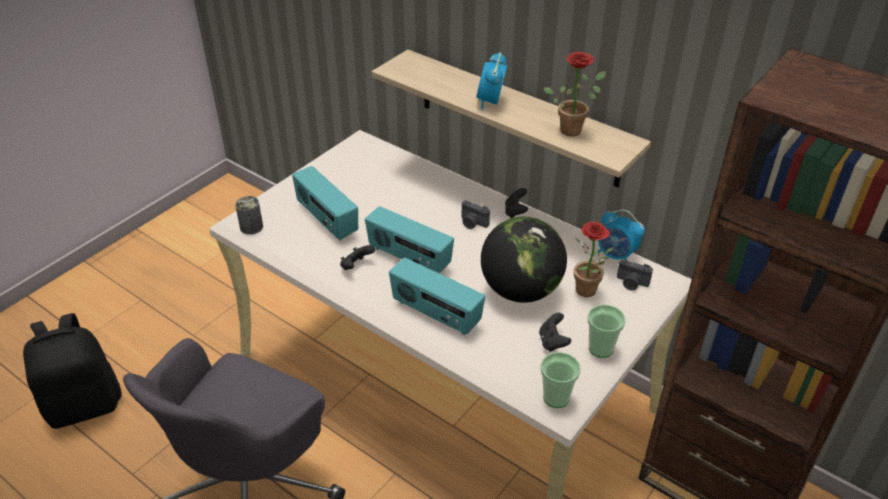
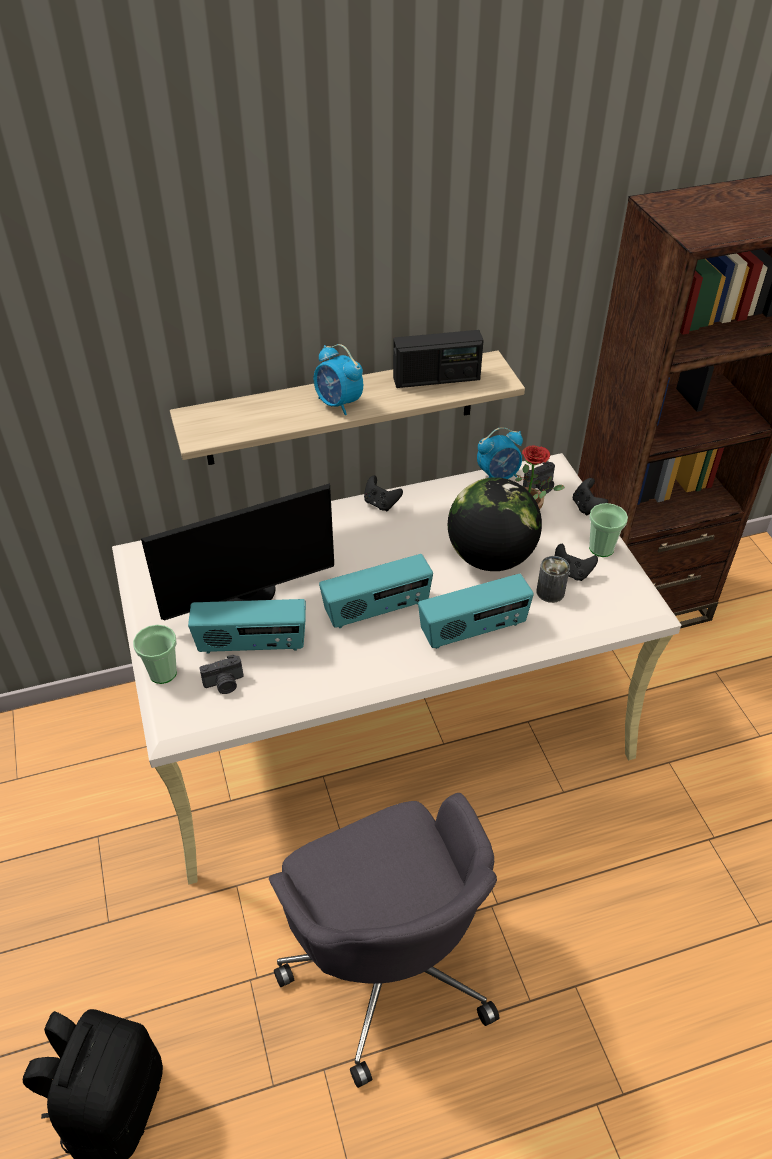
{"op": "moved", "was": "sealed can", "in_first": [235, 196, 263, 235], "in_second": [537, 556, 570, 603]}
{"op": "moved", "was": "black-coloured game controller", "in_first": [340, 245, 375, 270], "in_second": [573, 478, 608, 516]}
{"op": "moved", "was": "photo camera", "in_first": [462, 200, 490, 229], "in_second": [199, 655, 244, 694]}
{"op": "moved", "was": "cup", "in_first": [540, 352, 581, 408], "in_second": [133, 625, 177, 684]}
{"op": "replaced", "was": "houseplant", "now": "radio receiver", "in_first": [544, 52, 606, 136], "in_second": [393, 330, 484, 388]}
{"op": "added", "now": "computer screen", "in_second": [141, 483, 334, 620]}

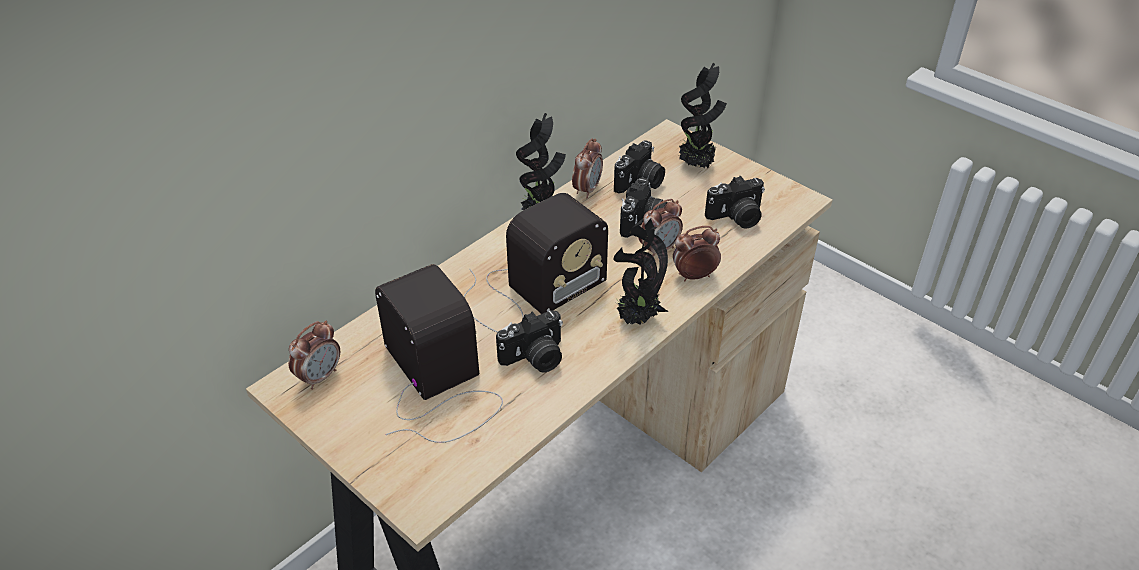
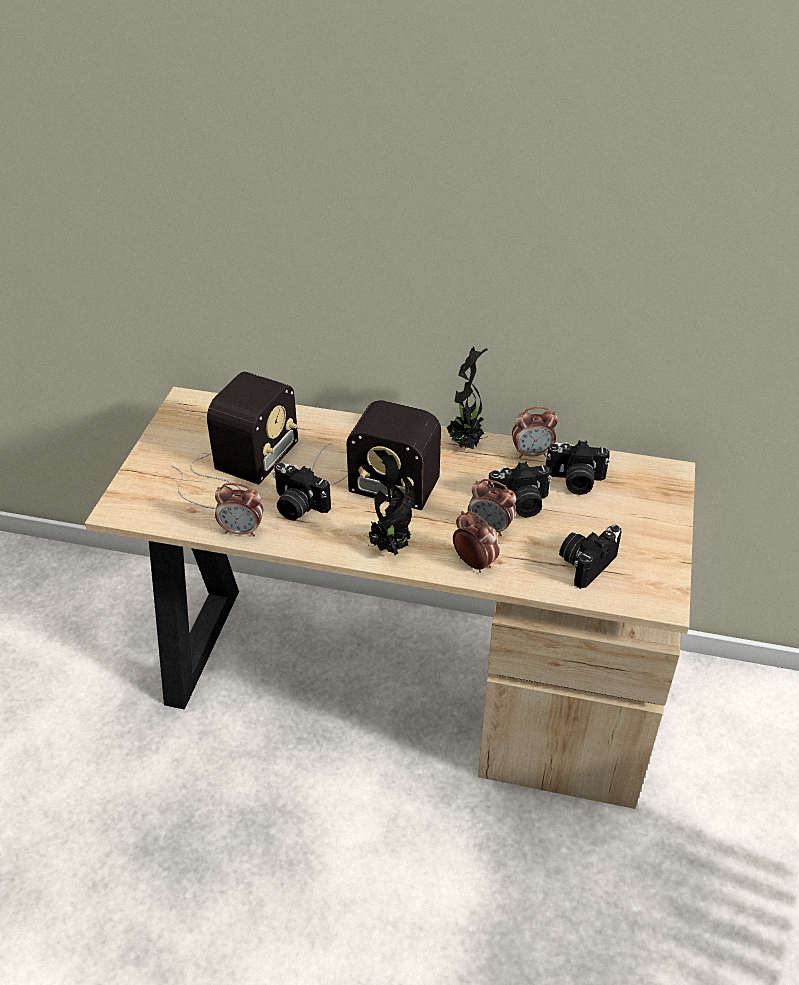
{"op": "moved", "was": "table clock", "in_first": [288, 321, 340, 390], "in_second": [215, 483, 263, 537]}
{"op": "removed", "was": "houseplant", "in_first": [679, 63, 727, 168]}
{"op": "turned", "was": "photo camera", "in_first": [705, 176, 765, 229], "in_second": [559, 525, 622, 589], "clockwise": 90}

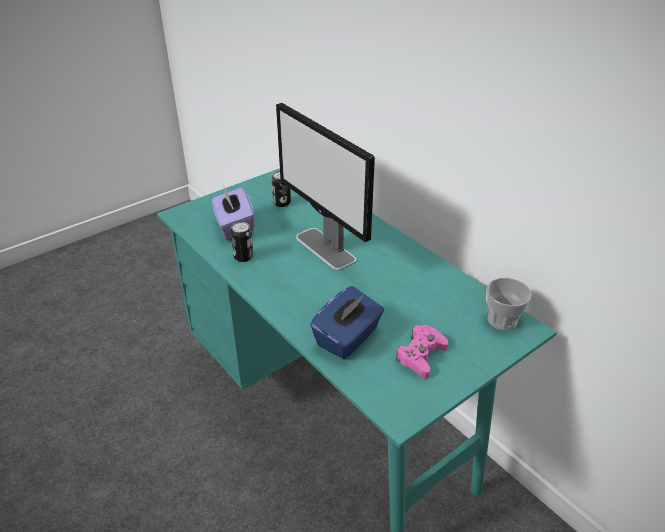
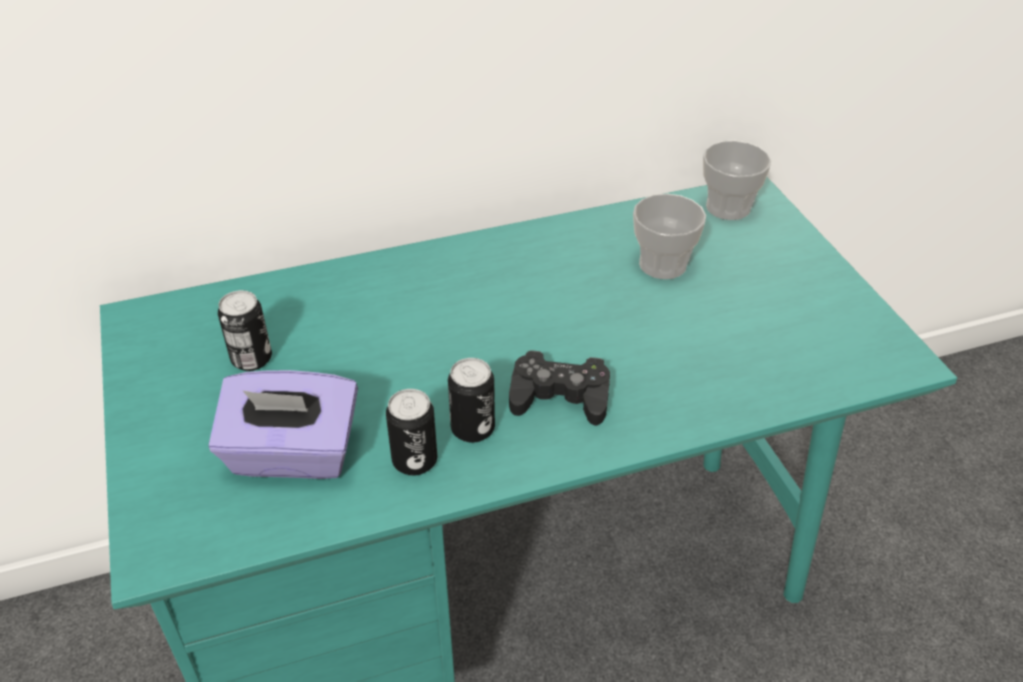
{"op": "removed", "was": "computer screen", "in_first": [276, 103, 375, 270]}
{"op": "removed", "was": "blue tissue box", "in_first": [310, 286, 384, 359]}
{"op": "removed", "was": "pink-coloured game controller", "in_first": [396, 325, 448, 379]}
{"op": "added", "now": "sealed can", "in_second": [448, 358, 495, 443]}
{"op": "added", "now": "black-coloured game controller", "in_second": [509, 350, 610, 426]}
{"op": "added", "now": "cup", "in_second": [633, 194, 706, 279]}

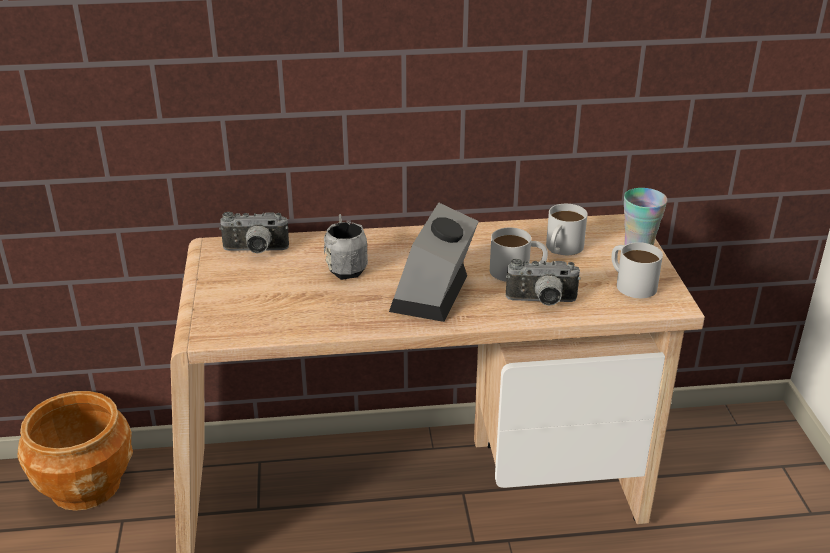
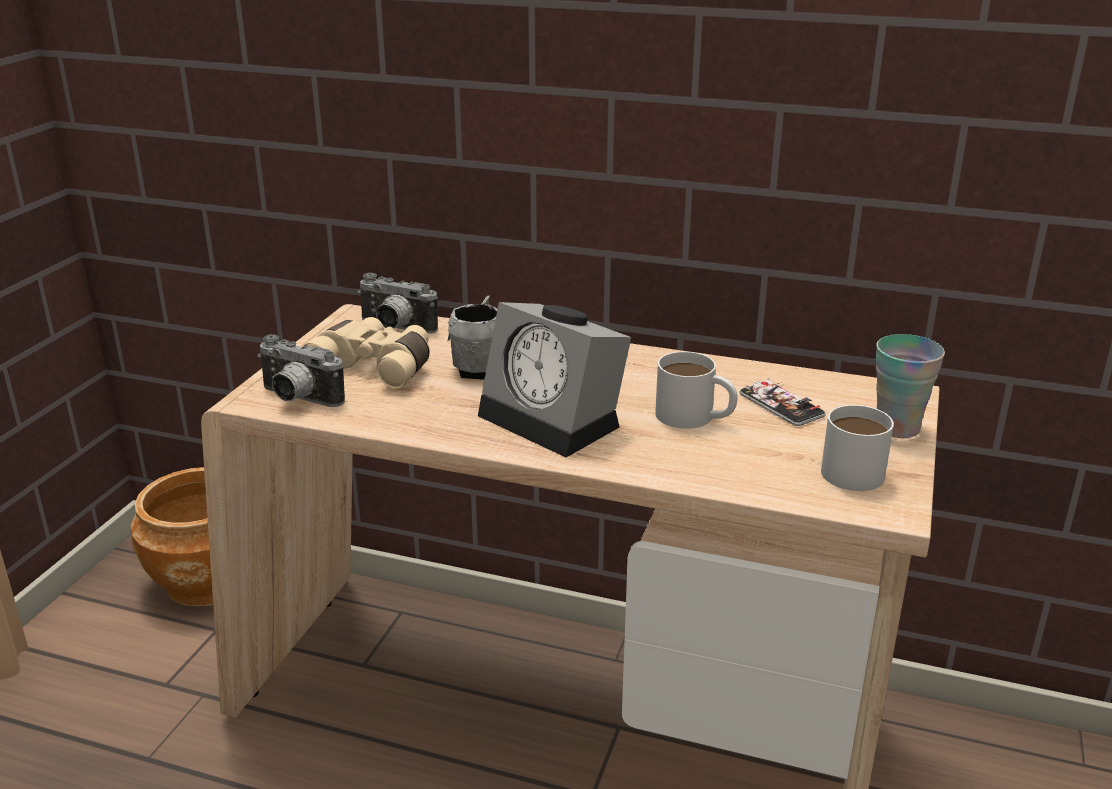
{"op": "turned", "was": "table clock", "in_first": [389, 202, 479, 322], "in_second": [478, 302, 631, 457], "clockwise": -90}
{"op": "moved", "was": "photo camera", "in_first": [506, 259, 581, 306], "in_second": [257, 334, 345, 407]}
{"op": "replaced", "was": "white mug", "now": "handset", "in_first": [546, 204, 587, 255], "in_second": [739, 378, 826, 426]}
{"op": "added", "now": "sand-coloured pair of binoculars", "in_second": [303, 317, 430, 388]}

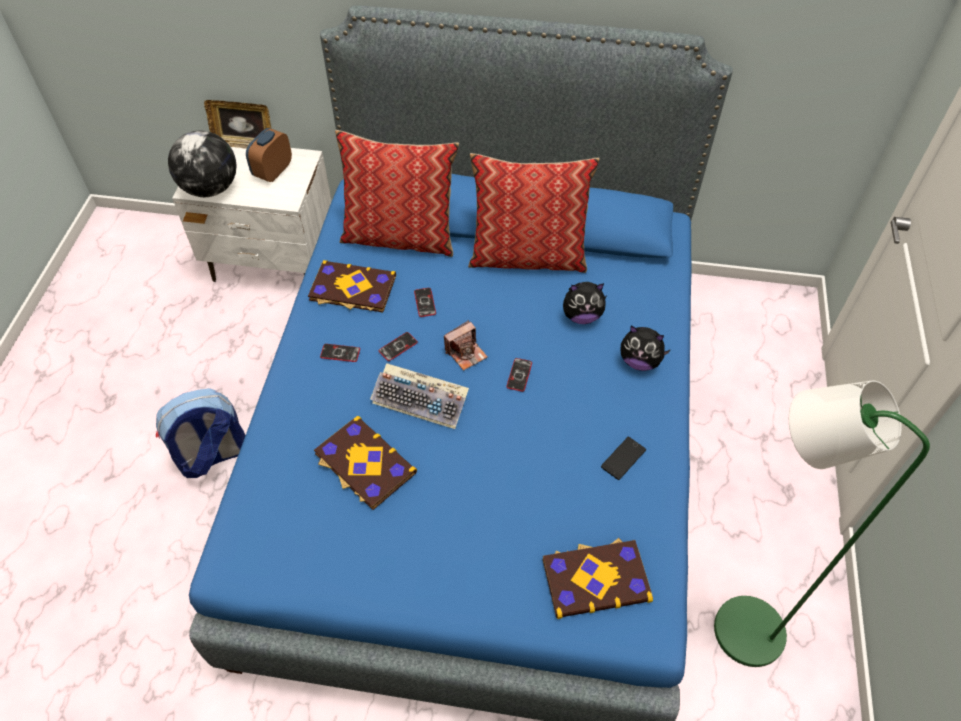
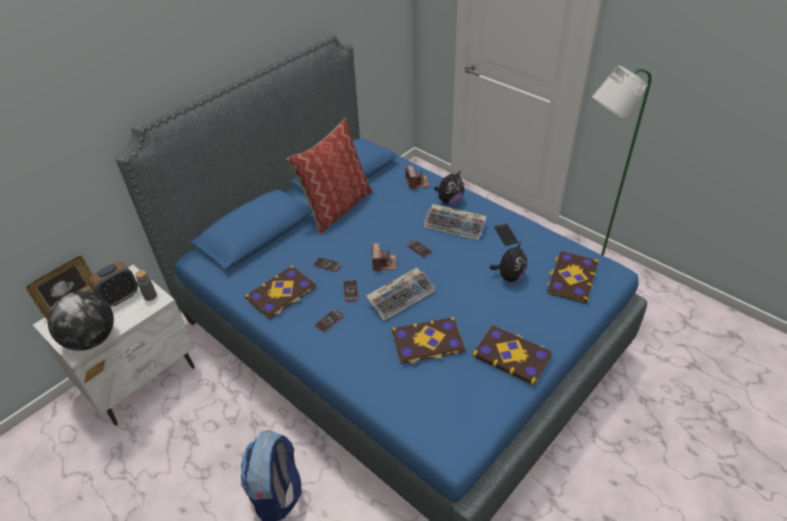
{"op": "turned", "was": "table clock", "in_first": [246, 128, 292, 182], "in_second": [89, 262, 138, 307], "clockwise": -105}
{"op": "removed", "was": "throw pillow", "in_first": [335, 130, 459, 257]}
{"op": "moved", "was": "plush toy", "in_first": [563, 282, 606, 324], "in_second": [490, 242, 527, 282]}
{"op": "added", "now": "gray drink bottle", "in_second": [135, 270, 157, 301]}
{"op": "added", "now": "photo camera", "in_second": [405, 165, 429, 190]}
{"op": "added", "now": "computer keyboard", "in_second": [423, 204, 487, 240]}
{"op": "added", "now": "book", "in_second": [472, 325, 552, 386]}

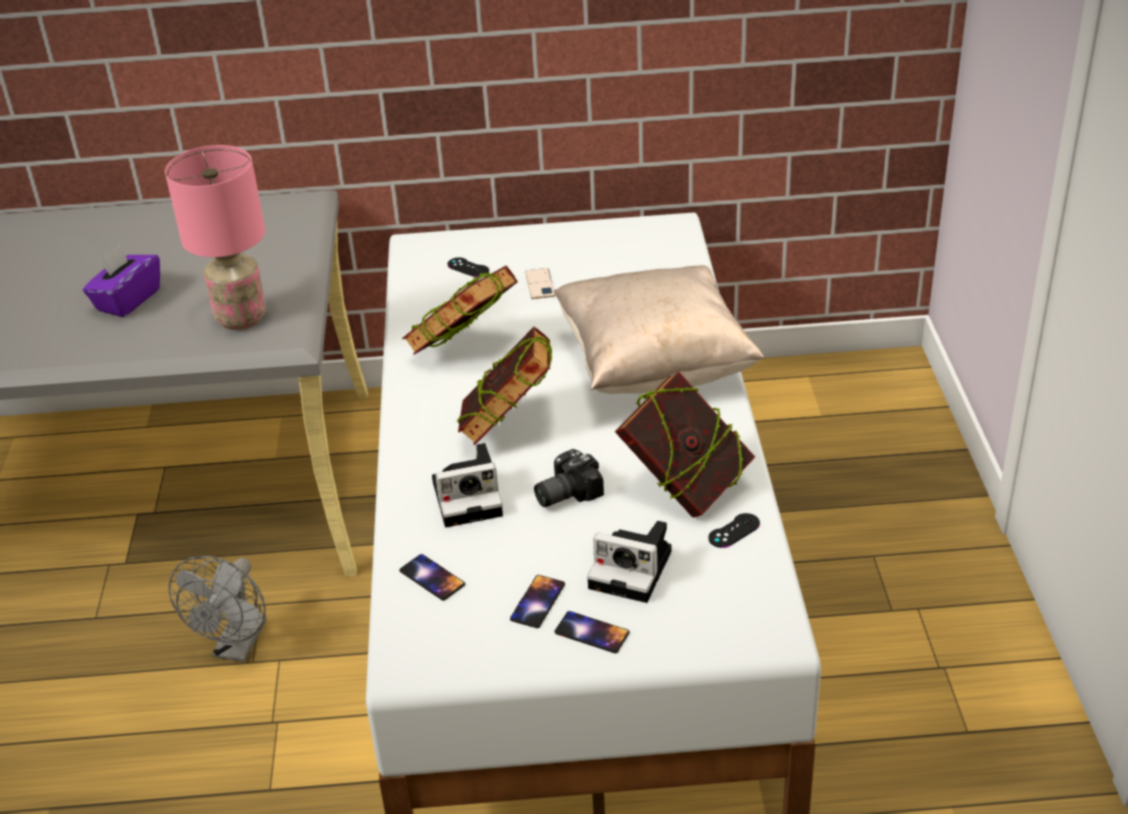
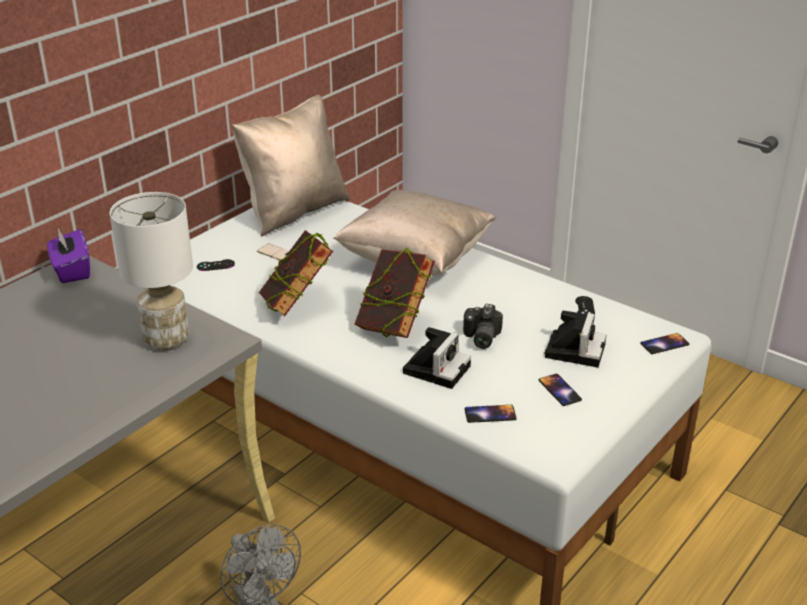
{"op": "moved", "was": "purplish tissue box", "in_first": [83, 244, 160, 317], "in_second": [47, 229, 90, 283]}
{"op": "recoloured", "was": "pink-coloured tabletop lamp", "now": "white tabletop lamp", "in_first": [165, 145, 266, 330], "in_second": [110, 192, 193, 351]}
{"op": "moved", "was": "handset", "in_first": [554, 611, 630, 653], "in_second": [640, 333, 689, 354]}
{"op": "turned", "was": "photo camera", "in_first": [587, 521, 671, 603], "in_second": [544, 310, 607, 368], "clockwise": -45}
{"op": "removed", "was": "book", "in_first": [615, 371, 755, 517]}
{"op": "added", "now": "sand-coloured throw pillow", "in_second": [232, 95, 350, 236]}

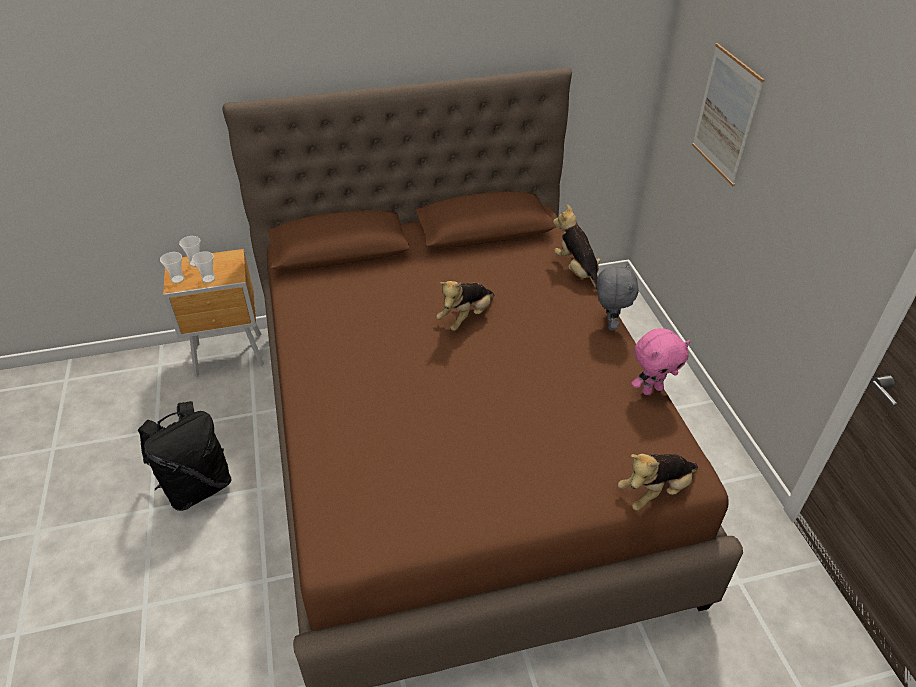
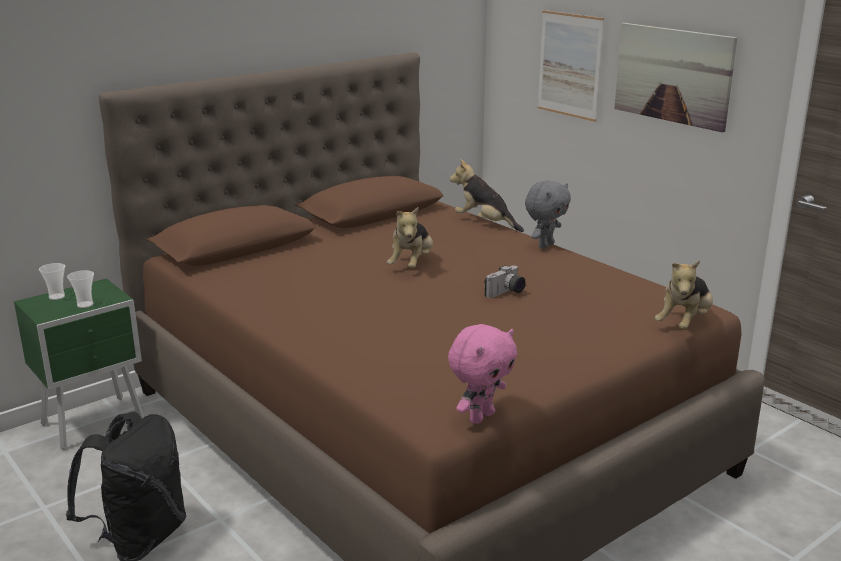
{"op": "removed", "was": "cup", "in_first": [160, 252, 184, 283]}
{"op": "recoloured", "was": "brown-coloured night table", "now": "greenish night table", "in_first": [163, 249, 264, 377], "in_second": [14, 278, 144, 450]}
{"op": "turned", "was": "gray plush toy", "in_first": [597, 263, 639, 330], "in_second": [525, 180, 571, 249], "clockwise": 60}
{"op": "moved", "was": "pink-coloured plush toy", "in_first": [631, 328, 690, 395], "in_second": [448, 324, 517, 424]}
{"op": "added", "now": "photo camera", "in_second": [484, 265, 526, 298]}
{"op": "added", "now": "picture", "in_second": [614, 23, 737, 132]}

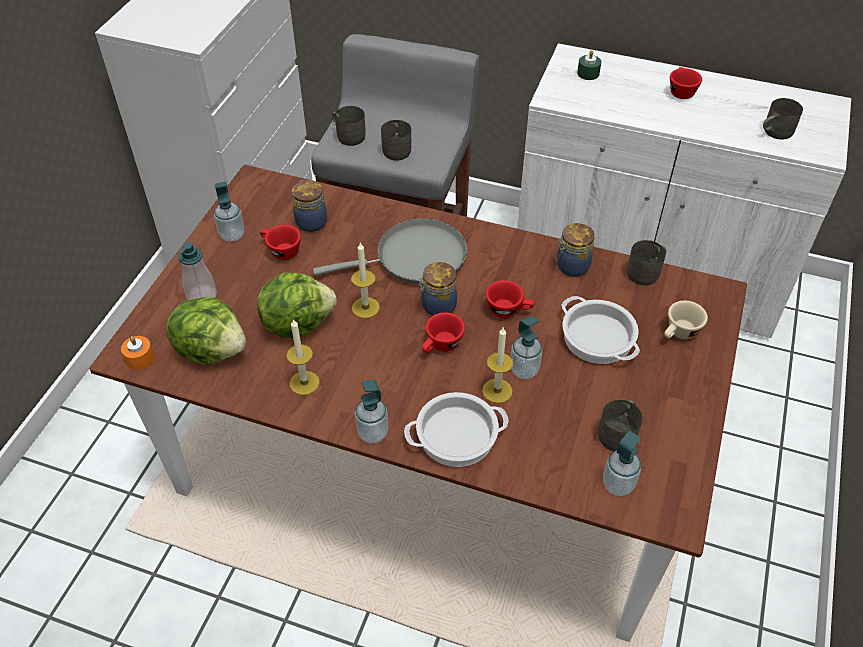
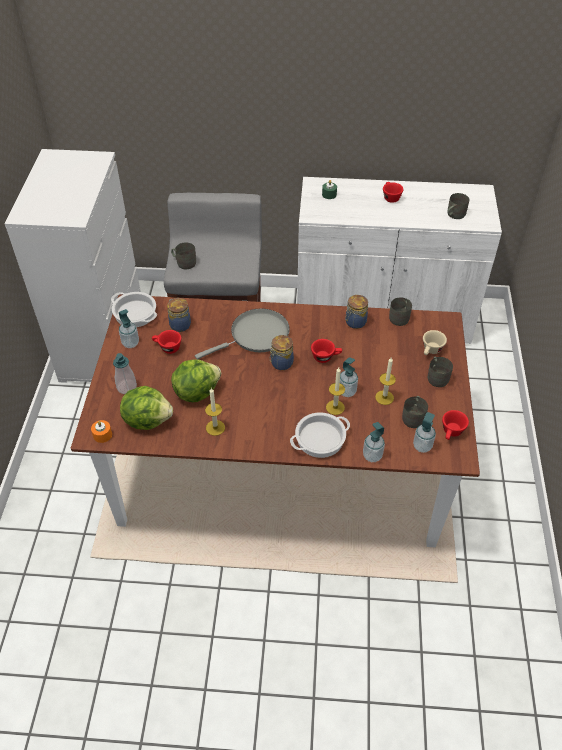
{"op": "moved", "was": "wax light", "in_first": [351, 242, 380, 318], "in_second": [375, 358, 396, 405]}
{"op": "moved", "was": "liquid soap bottle", "in_first": [355, 380, 388, 443], "in_second": [363, 422, 385, 462]}
{"op": "moved", "was": "gray mug", "in_first": [381, 120, 411, 160], "in_second": [428, 357, 453, 387]}
{"op": "moved", "was": "red cup", "in_first": [422, 312, 465, 353], "in_second": [442, 410, 469, 440]}
{"op": "moved", "was": "stockpot", "in_first": [561, 296, 640, 364], "in_second": [111, 292, 157, 327]}

